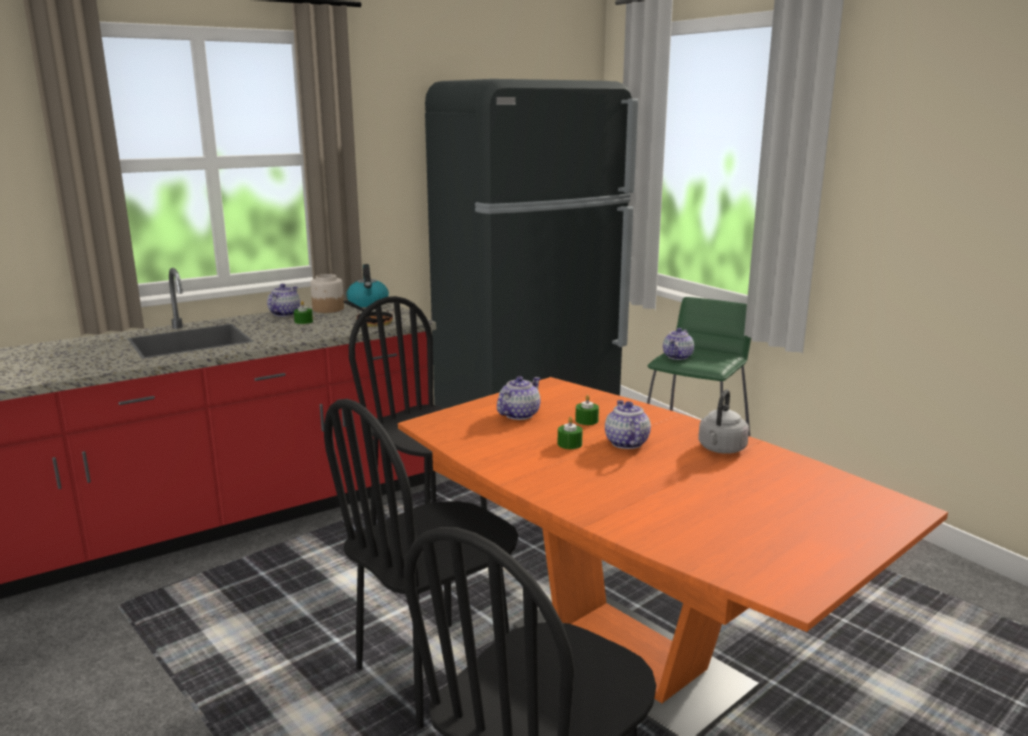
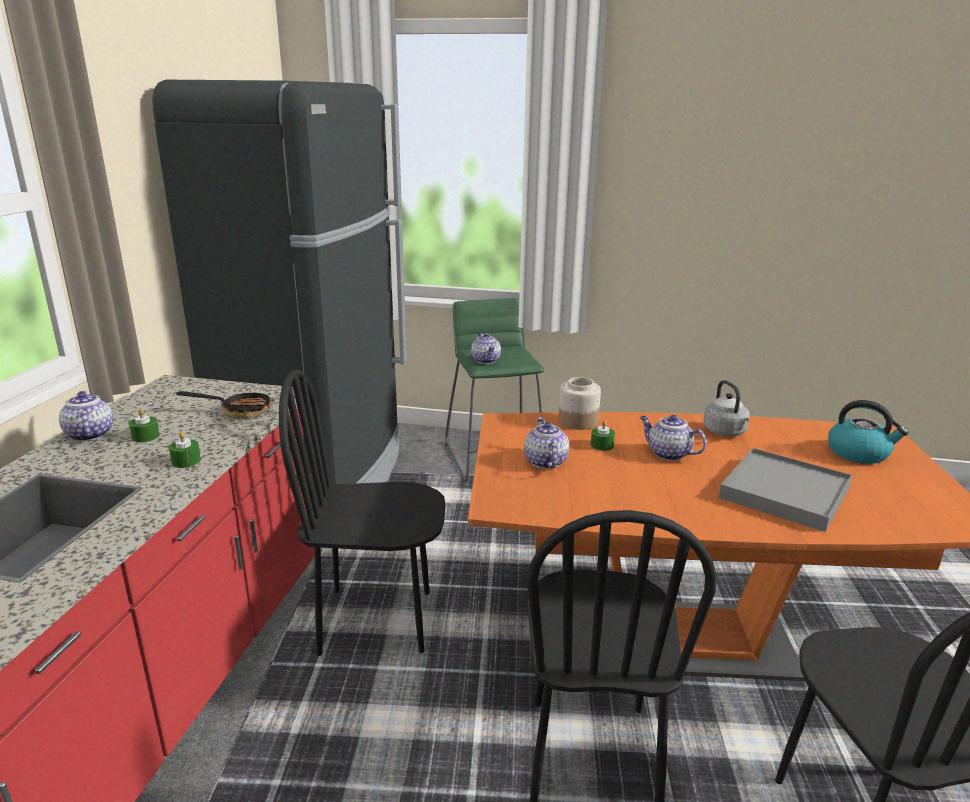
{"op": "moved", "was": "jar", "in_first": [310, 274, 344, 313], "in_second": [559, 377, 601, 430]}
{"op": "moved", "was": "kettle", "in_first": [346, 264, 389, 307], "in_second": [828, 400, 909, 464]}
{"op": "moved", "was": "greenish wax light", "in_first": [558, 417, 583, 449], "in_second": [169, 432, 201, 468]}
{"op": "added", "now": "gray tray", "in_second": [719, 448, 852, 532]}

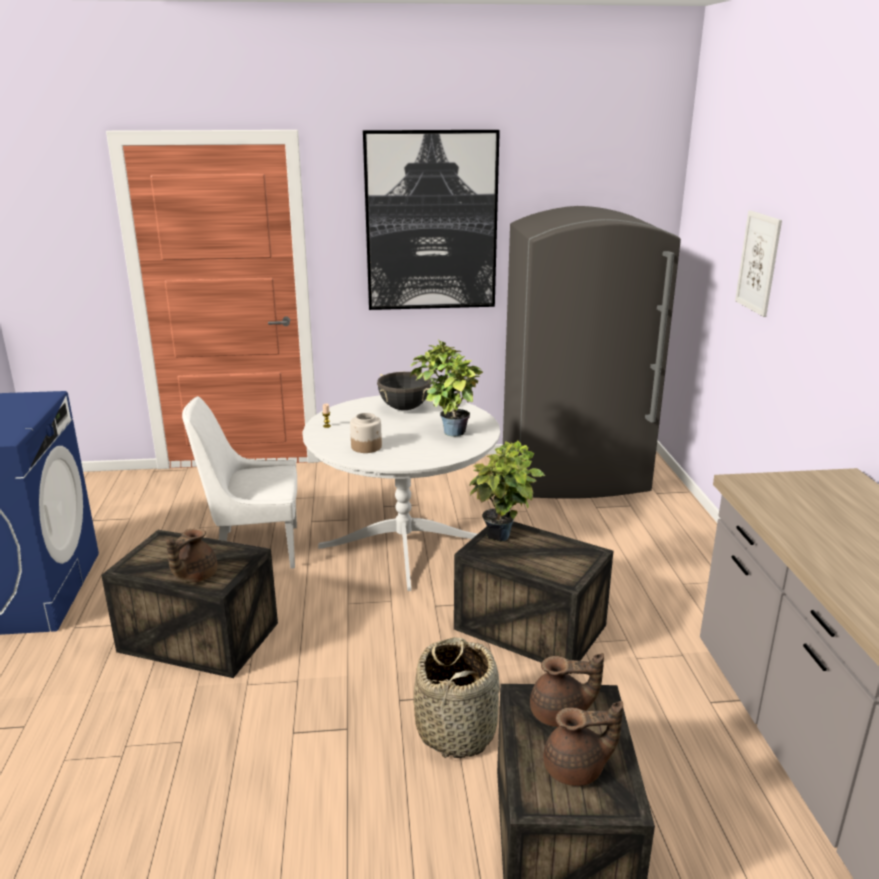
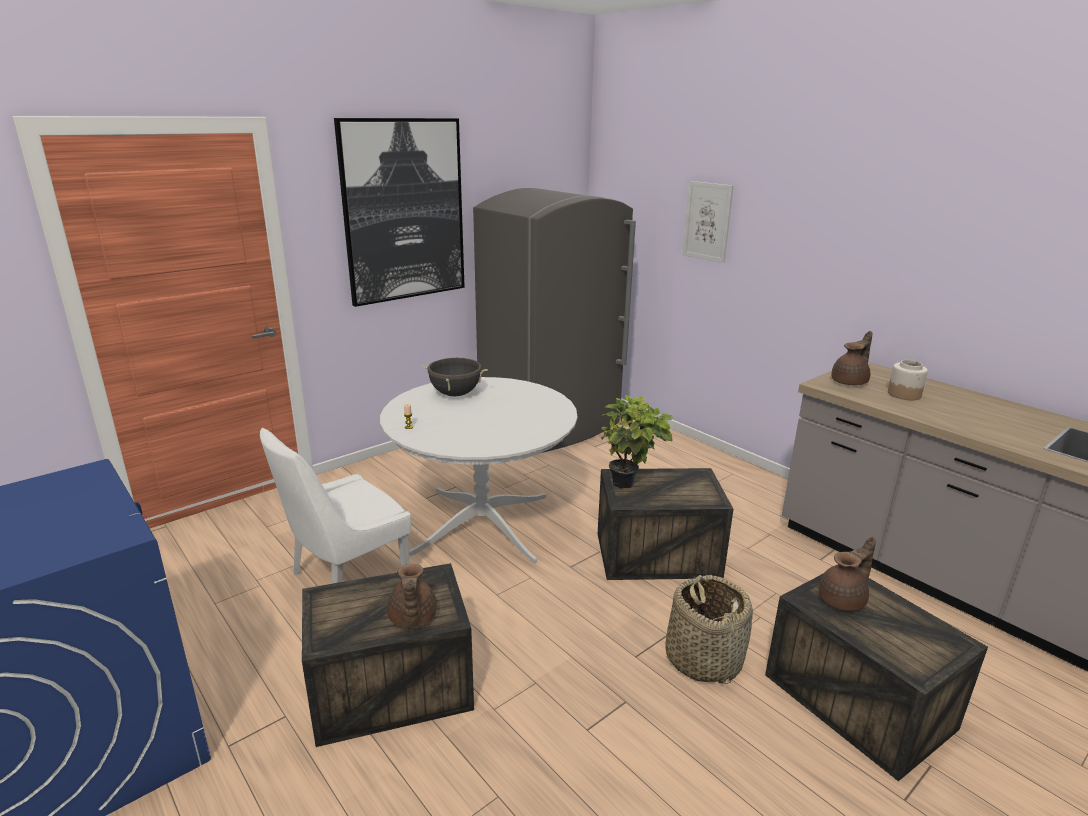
{"op": "moved", "was": "jar", "in_first": [350, 413, 382, 453], "in_second": [888, 360, 928, 400]}
{"op": "removed", "was": "houseplant", "in_first": [410, 339, 483, 437]}
{"op": "moved", "was": "brown-coloured teapot", "in_first": [543, 701, 623, 786], "in_second": [831, 331, 873, 385]}

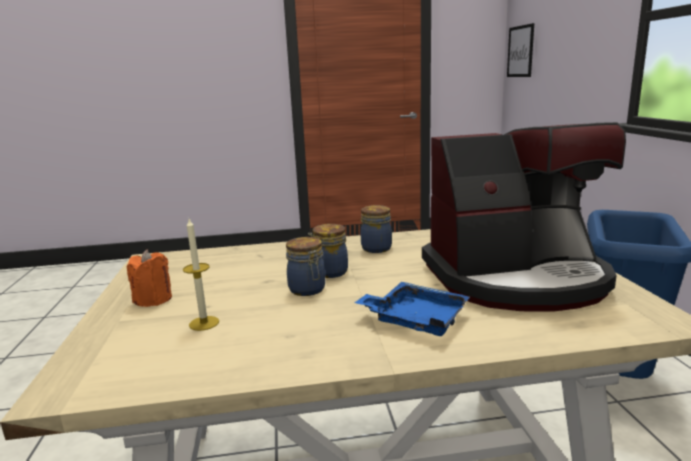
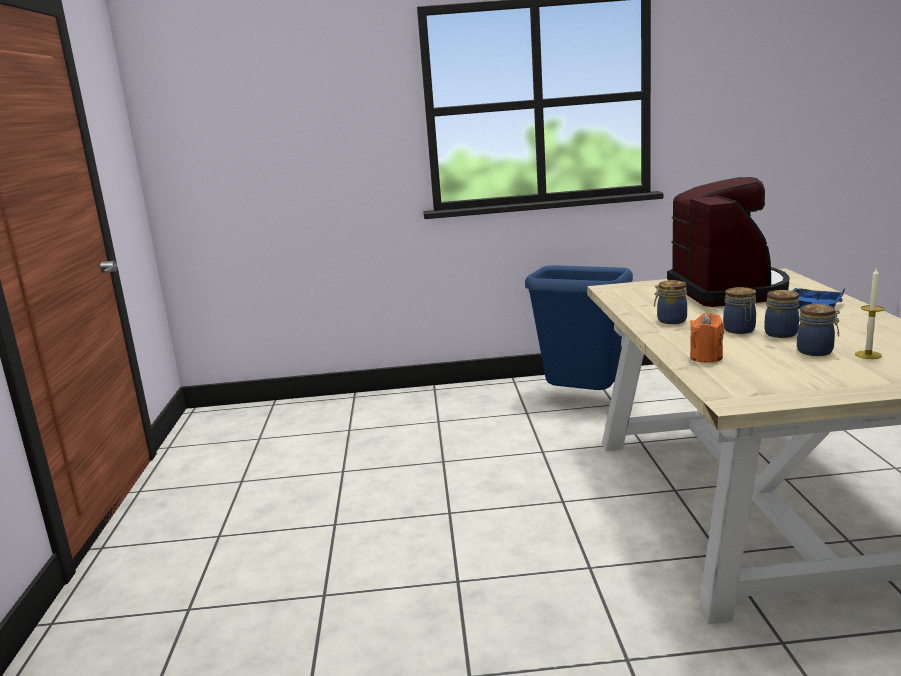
{"op": "moved", "was": "orange wax light", "in_first": [127, 249, 172, 307], "in_second": [690, 313, 724, 363]}
{"op": "removed", "was": "picture", "in_first": [507, 23, 534, 77]}
{"op": "added", "now": "jar", "in_second": [797, 304, 840, 356]}

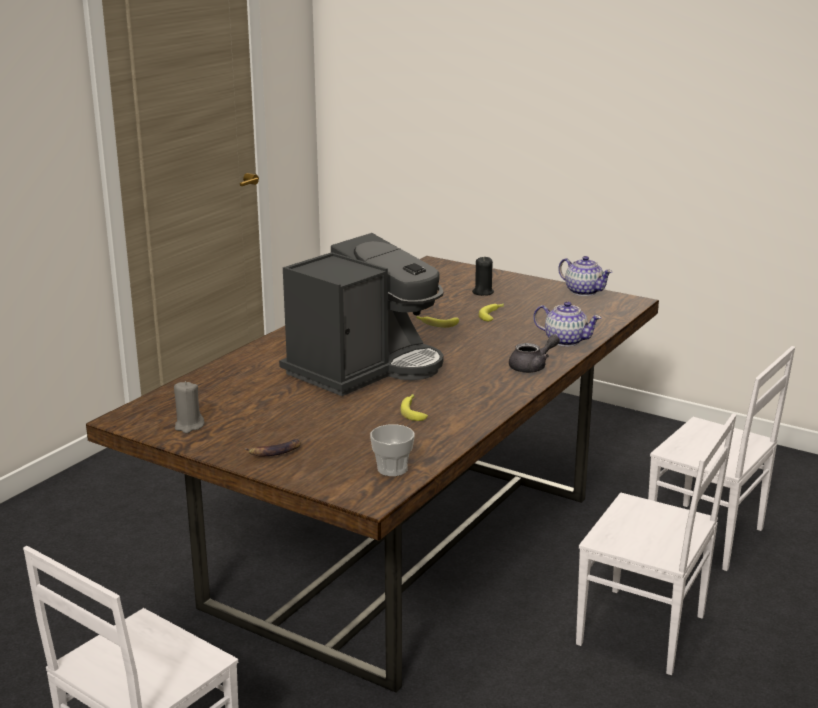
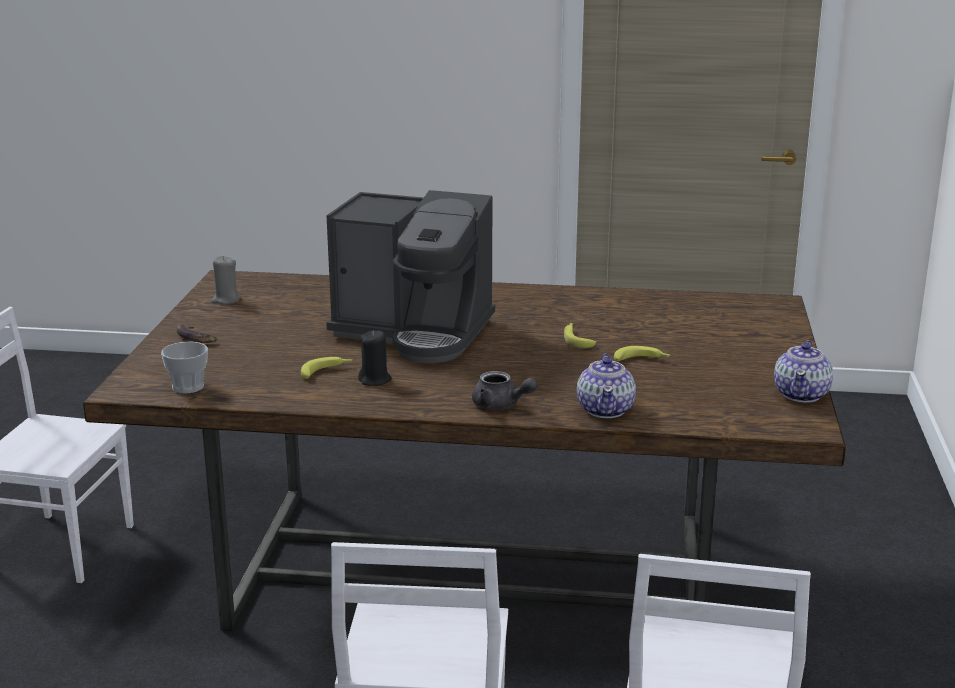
{"op": "moved", "was": "black-coloured wax light", "in_first": [472, 257, 494, 296], "in_second": [358, 330, 392, 386]}

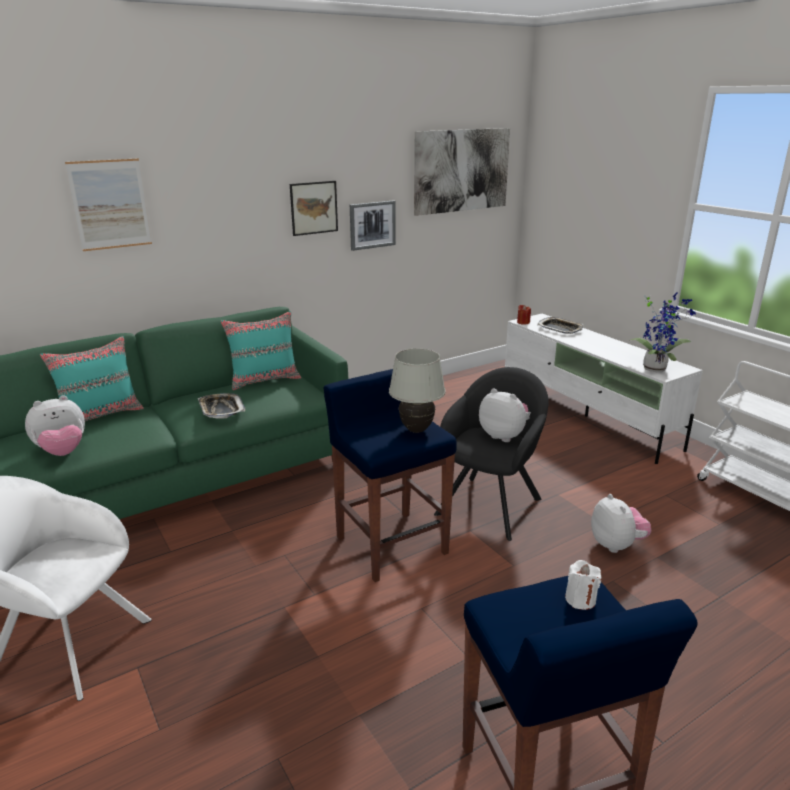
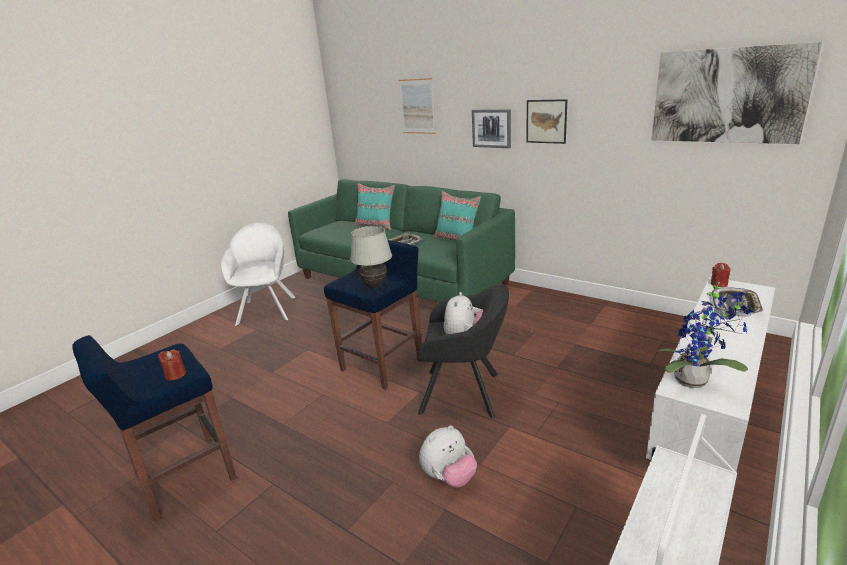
{"op": "removed", "was": "plush toy", "in_first": [25, 395, 85, 456]}
{"op": "moved", "was": "picture", "in_first": [350, 200, 396, 251], "in_second": [472, 109, 511, 148]}
{"op": "recoloured", "was": "white wax light", "now": "red wax light", "in_first": [565, 560, 602, 610], "in_second": [158, 350, 186, 380]}

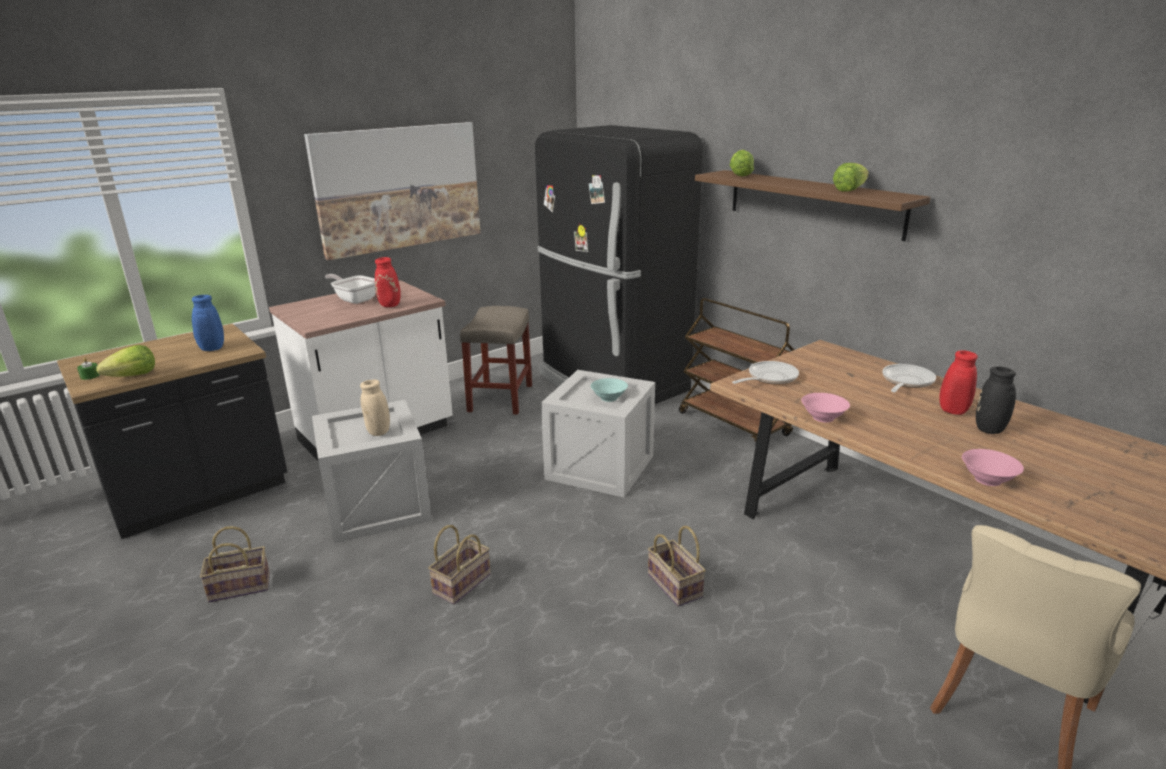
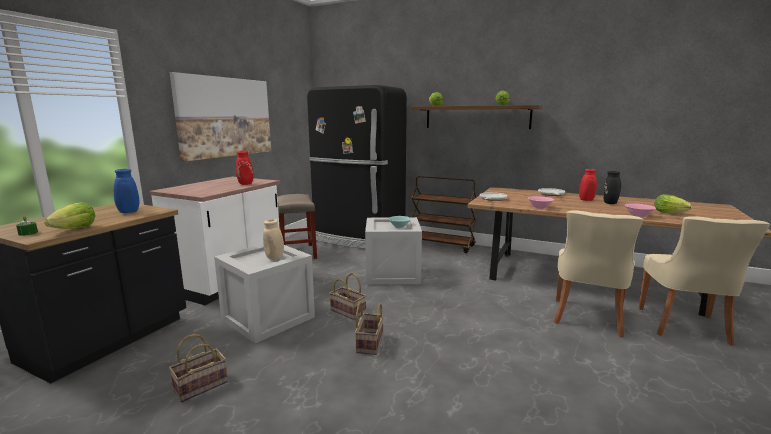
{"op": "removed", "was": "pan", "in_first": [325, 274, 376, 304]}
{"op": "moved", "was": "household basket", "in_first": [648, 526, 706, 607], "in_second": [329, 273, 366, 320]}
{"op": "added", "now": "sand-coloured upright chair", "in_second": [554, 211, 643, 337]}
{"op": "added", "now": "lettuce head", "in_second": [654, 194, 692, 214]}

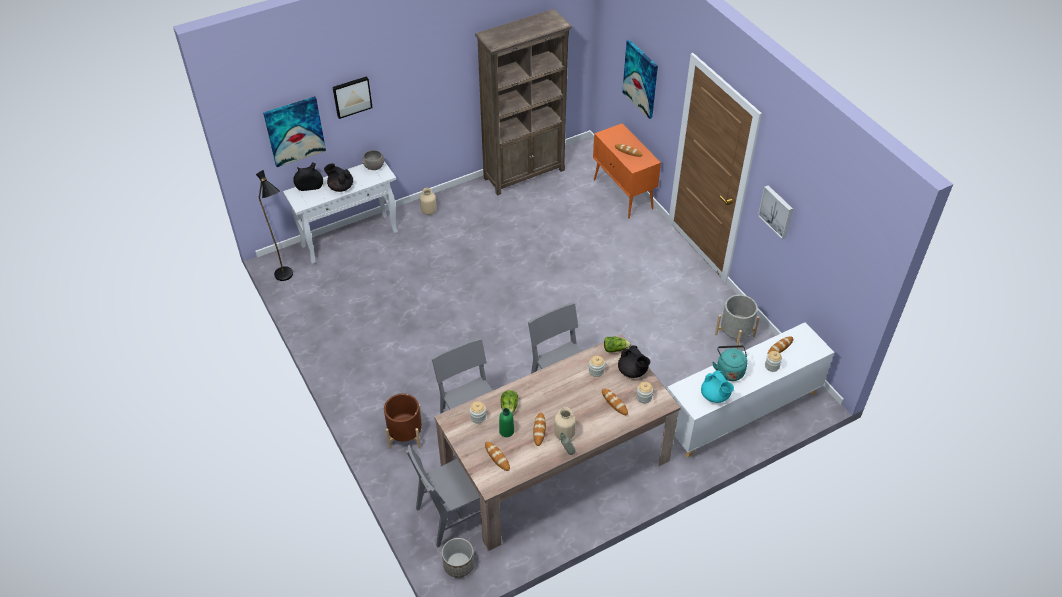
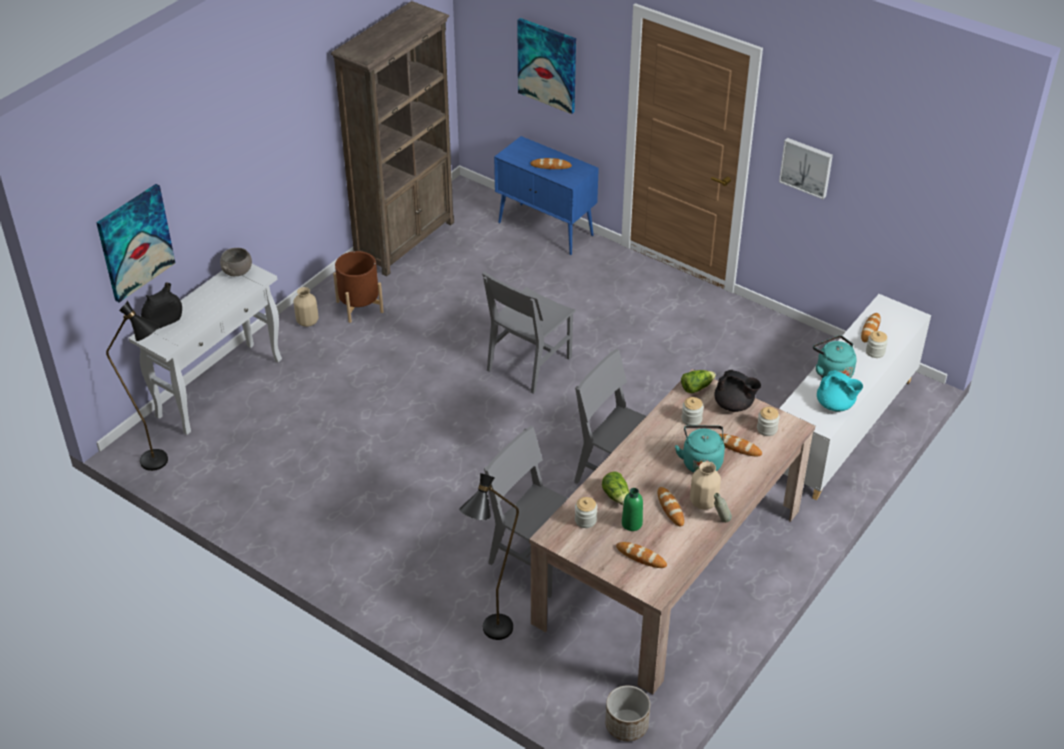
{"op": "removed", "was": "black-coloured teapot", "in_first": [324, 163, 353, 192]}
{"op": "removed", "was": "picture", "in_first": [333, 76, 373, 119]}
{"op": "moved", "was": "brown-coloured plant pot", "in_first": [384, 394, 422, 449], "in_second": [333, 251, 384, 323]}
{"op": "moved", "was": "gray upright chair", "in_first": [406, 445, 481, 548], "in_second": [482, 271, 576, 394]}
{"op": "recoloured", "was": "orange cupboard", "now": "blue cupboard", "in_first": [593, 123, 661, 218], "in_second": [494, 136, 599, 255]}
{"op": "removed", "was": "gray plant pot", "in_first": [715, 295, 760, 349]}
{"op": "added", "now": "black-coloured standard lamp", "in_second": [459, 473, 519, 640]}
{"op": "added", "now": "turquoise-coloured kettle", "in_second": [675, 425, 725, 473]}

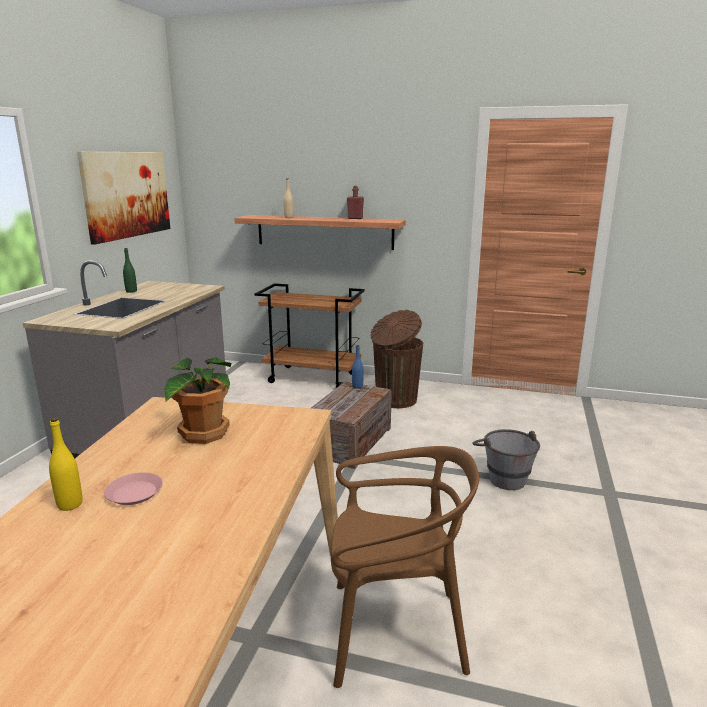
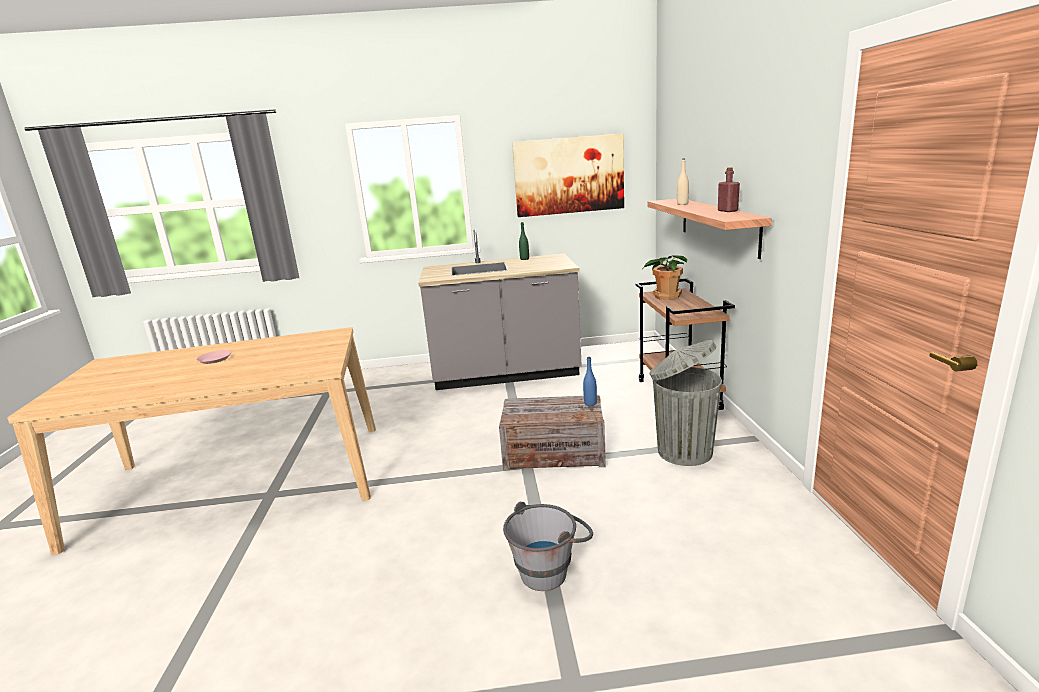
{"op": "removed", "was": "yellowish drink bottle", "in_first": [49, 418, 83, 511]}
{"op": "moved", "was": "houseplant", "in_first": [164, 357, 231, 444], "in_second": [643, 255, 687, 300]}
{"op": "removed", "was": "brown-coloured upright chair", "in_first": [331, 446, 479, 688]}
{"op": "recoloured", "was": "brown-coloured rubbish bin", "now": "gray rubbish bin", "in_first": [370, 310, 423, 408], "in_second": [650, 340, 722, 466]}

